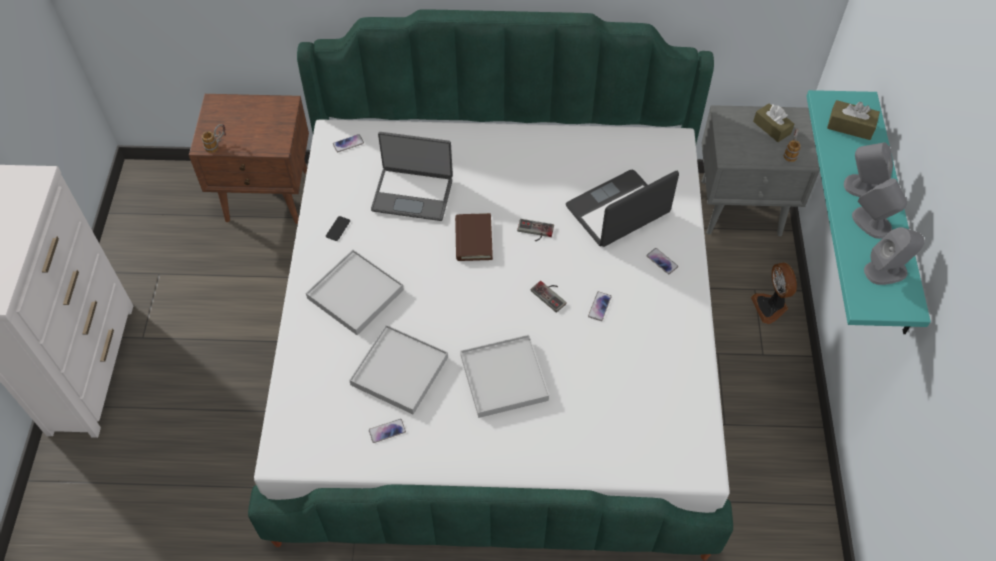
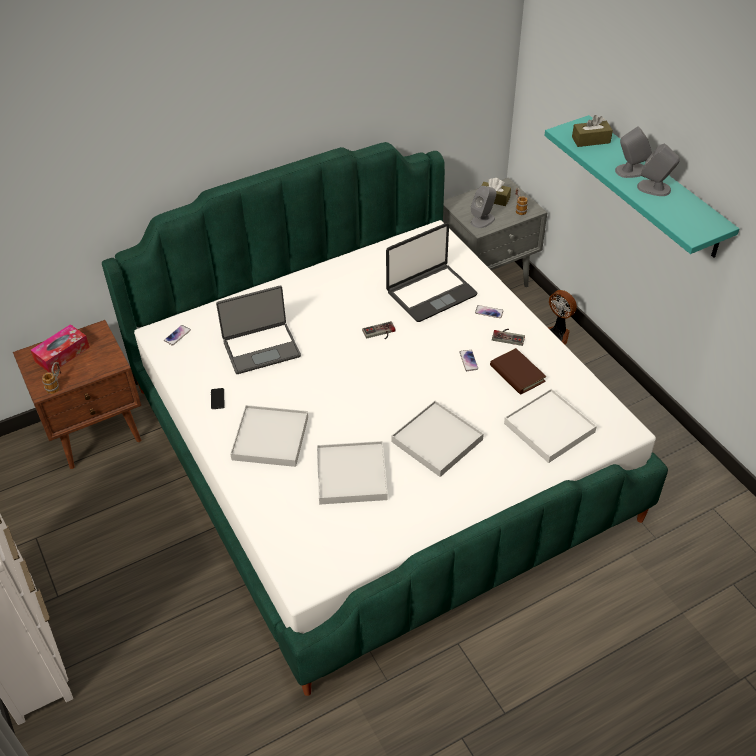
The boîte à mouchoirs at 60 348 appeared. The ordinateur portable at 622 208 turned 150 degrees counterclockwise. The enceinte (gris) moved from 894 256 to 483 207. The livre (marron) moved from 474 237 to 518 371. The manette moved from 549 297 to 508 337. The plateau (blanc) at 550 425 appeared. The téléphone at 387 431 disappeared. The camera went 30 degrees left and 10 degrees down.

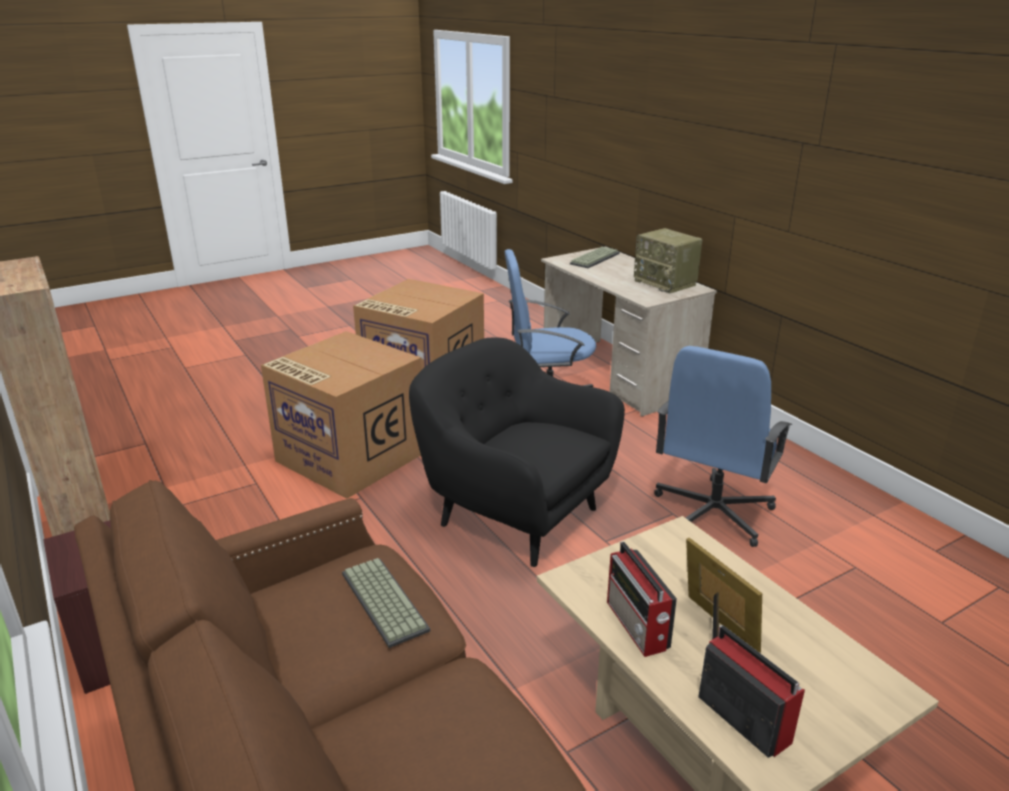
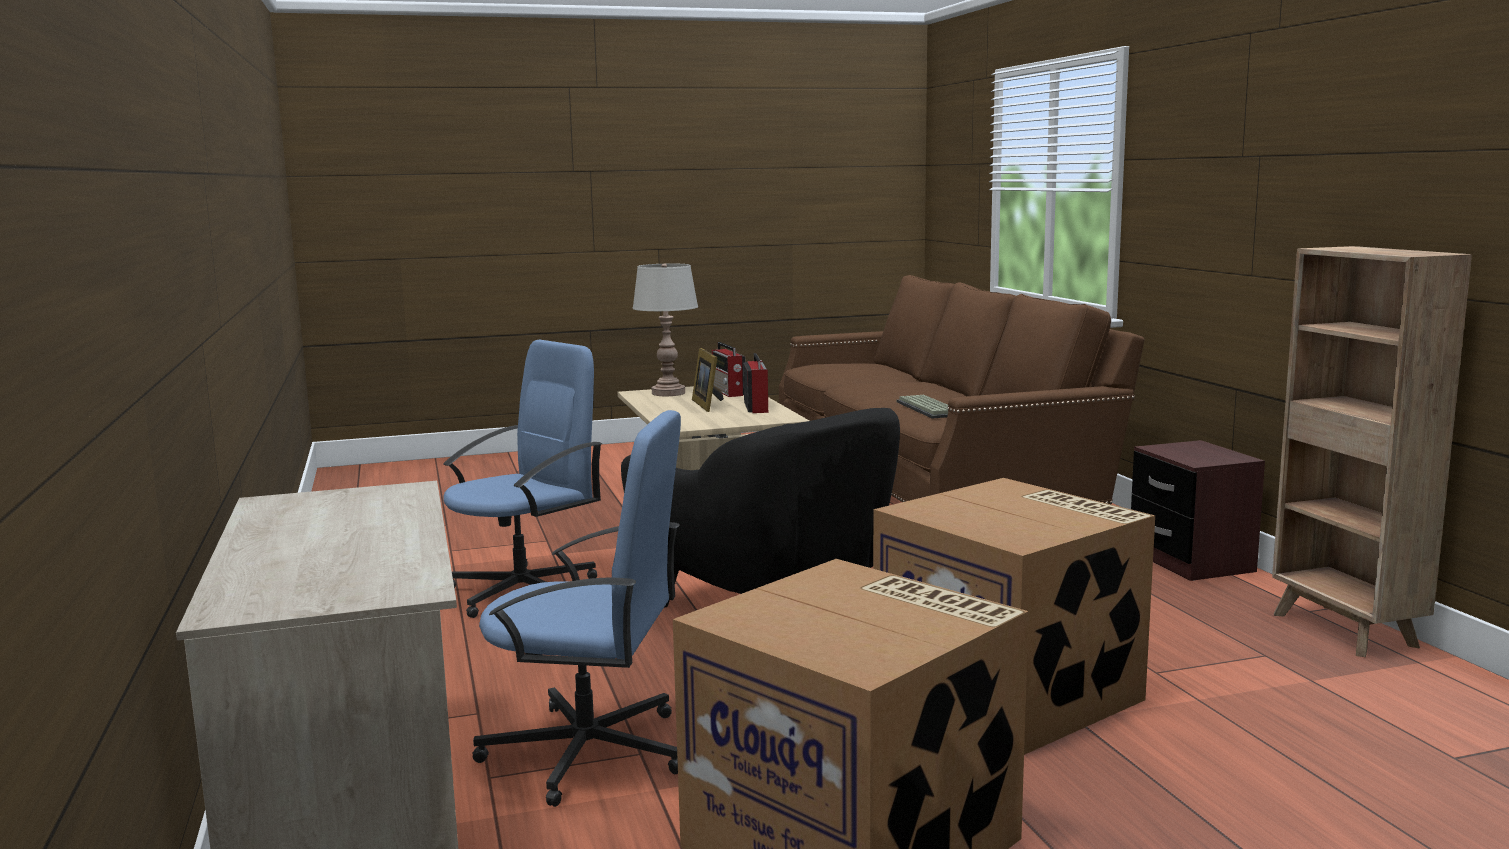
The lampe de table (gris) at 665 329 appeared. The clavier at 595 257 disappeared. The radio at 668 260 disappeared. The camera went 165 degrees left and 15 degrees down.

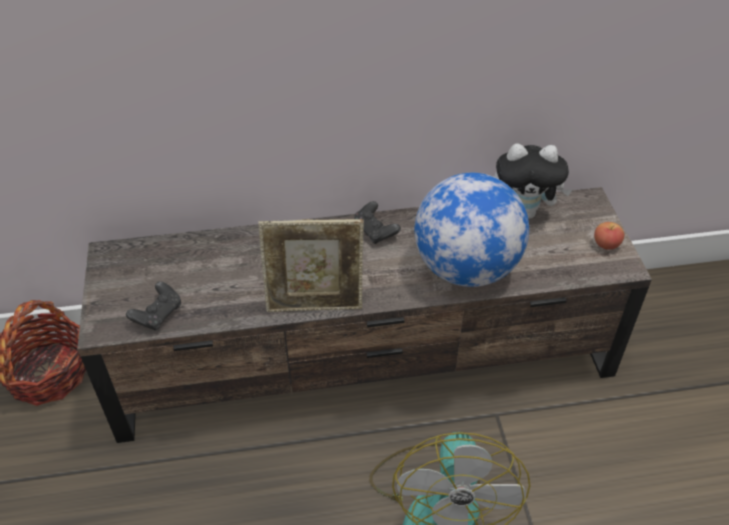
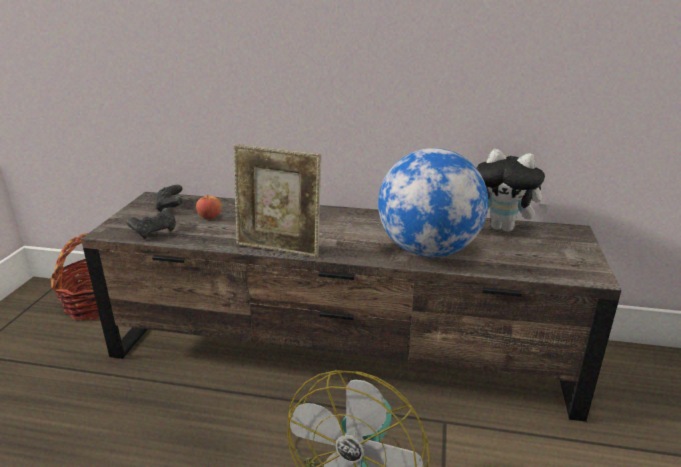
The manette (noir) moved from 377 222 to 168 198. The pomme moved from 609 236 to 209 207. The camera went 20 degrees right and 20 degrees down.

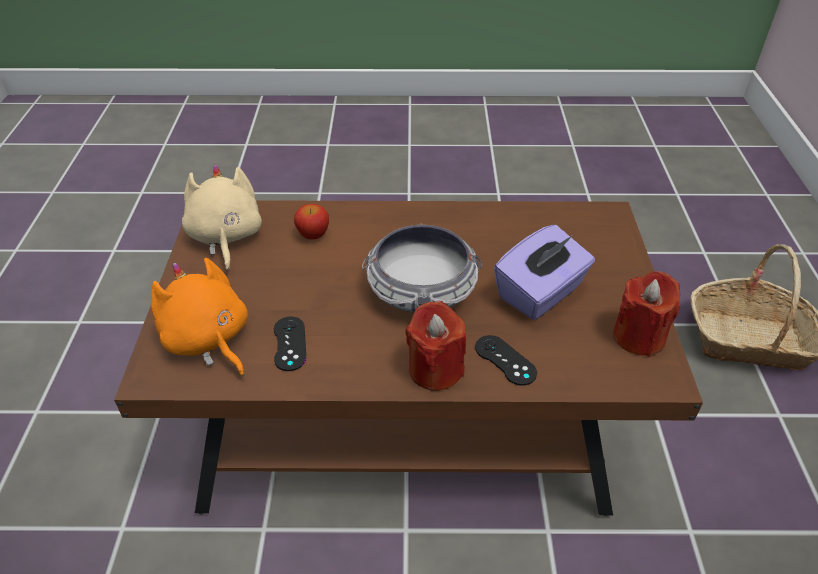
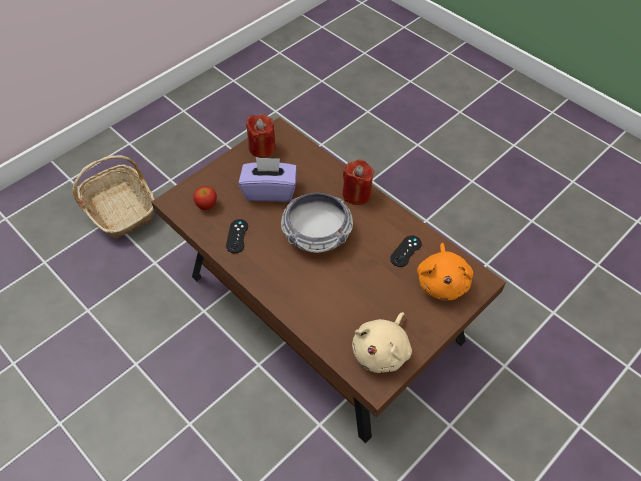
The pomme moved from 311 222 to 205 198. The manette (noir) moved from 506 360 to 237 236. The camera went 135 degrees left and 10 degrees up.

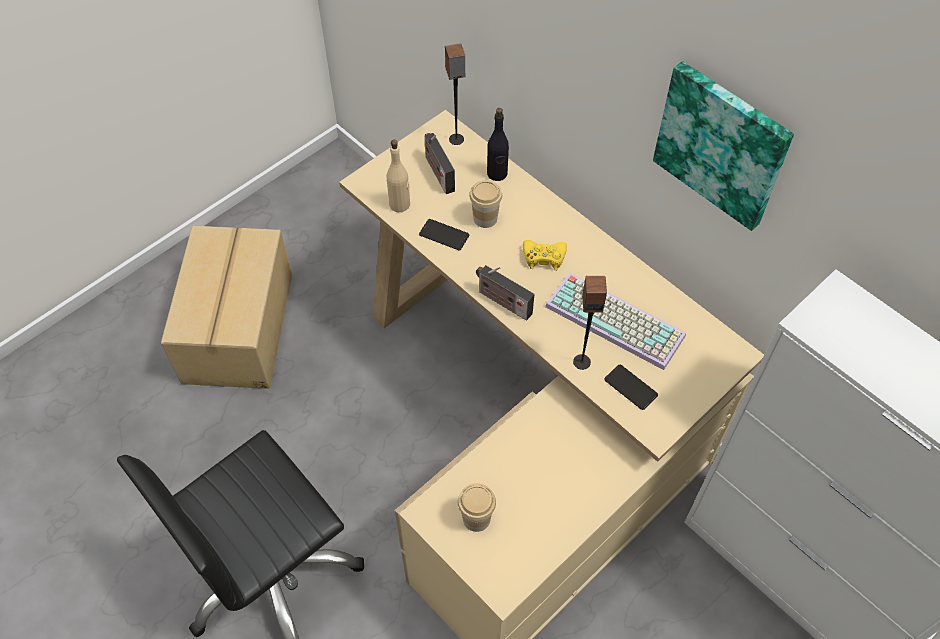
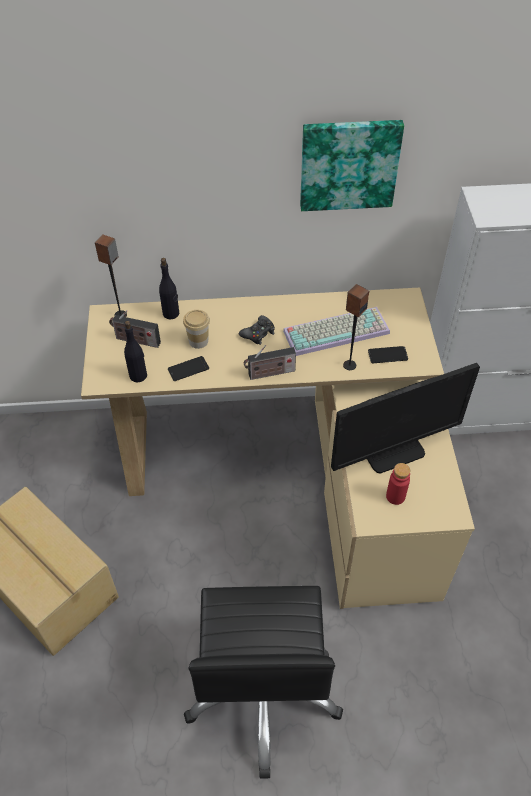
The bouteille (beige) at 398 176 became the bouteille (noir) at 135 351. The manette (jaune) at 545 255 became the manette (noir) at 257 330. The écran d'ordinateur at 405 418 appeared. The tasse at 477 507 was replaced by the bouteille (rouge) at 398 484. The camera went 50 degrees left and 5 degrees down.

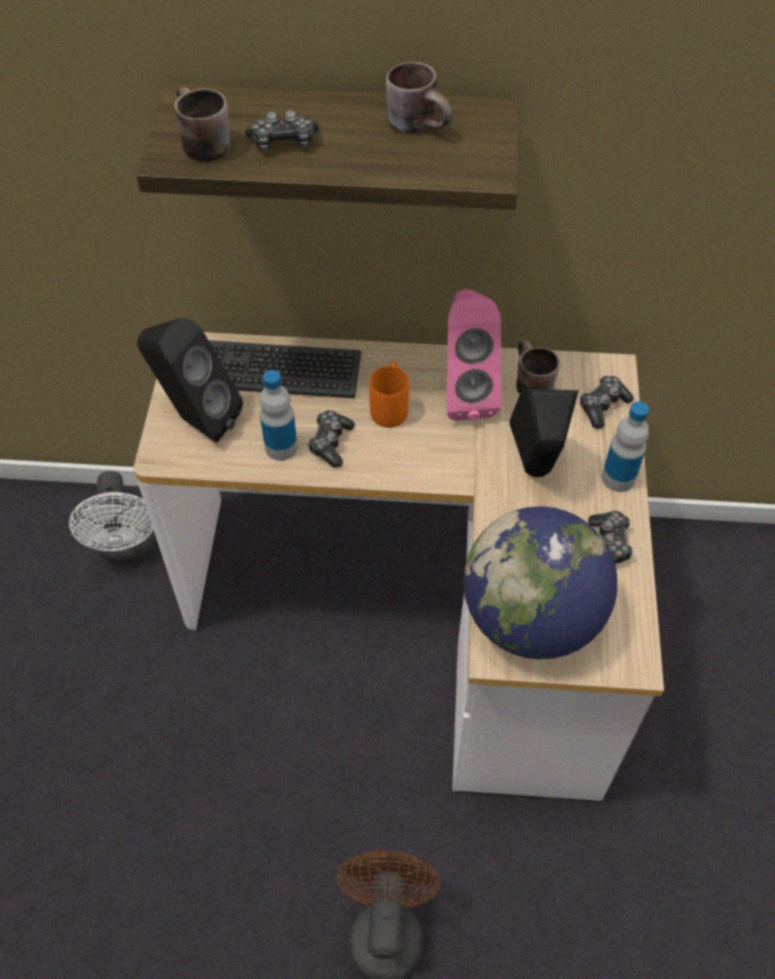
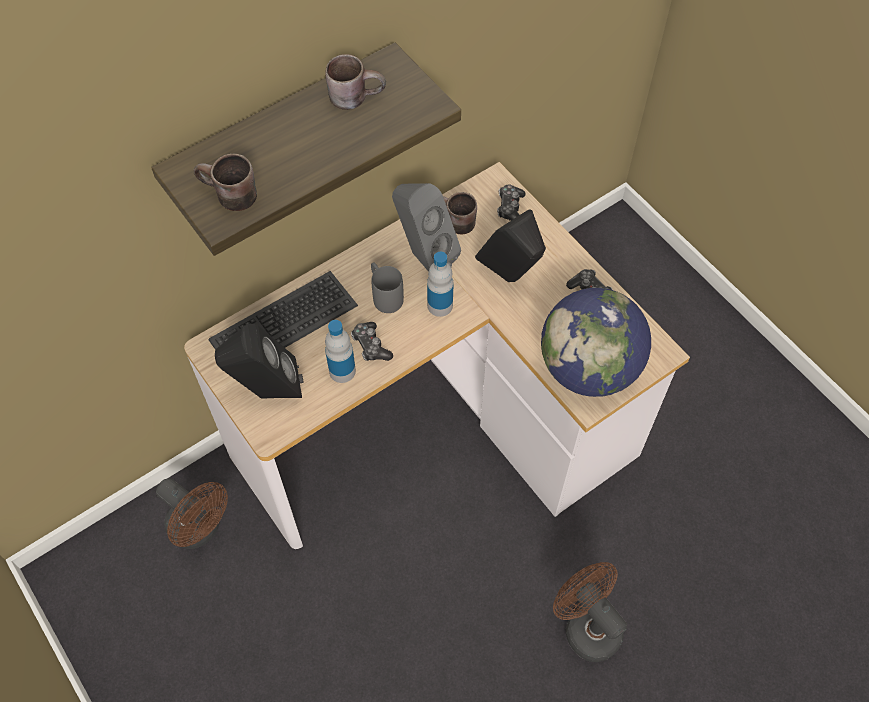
The ventilateur (blanc) at 112 518 became the ventilateur (marron) at 192 513. The mug (orange) at 389 394 became the mug (gris) at 387 287. The enceinte (rose) at 474 355 became the enceinte (gris) at 426 227. The bouteille moved from 625 446 to 440 284. The manette at 281 131 disappeared. The camera went 40 degrees left and 5 degrees up.

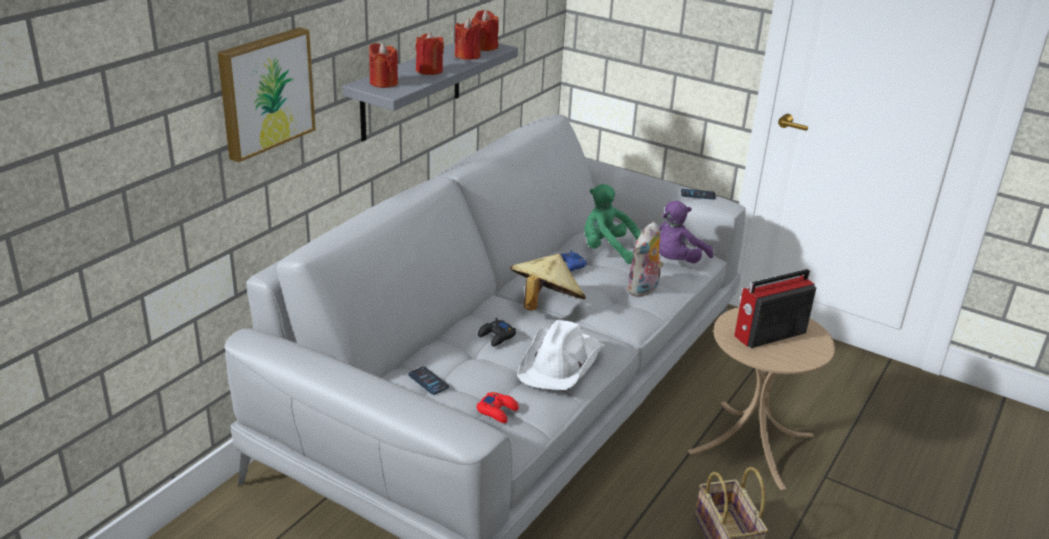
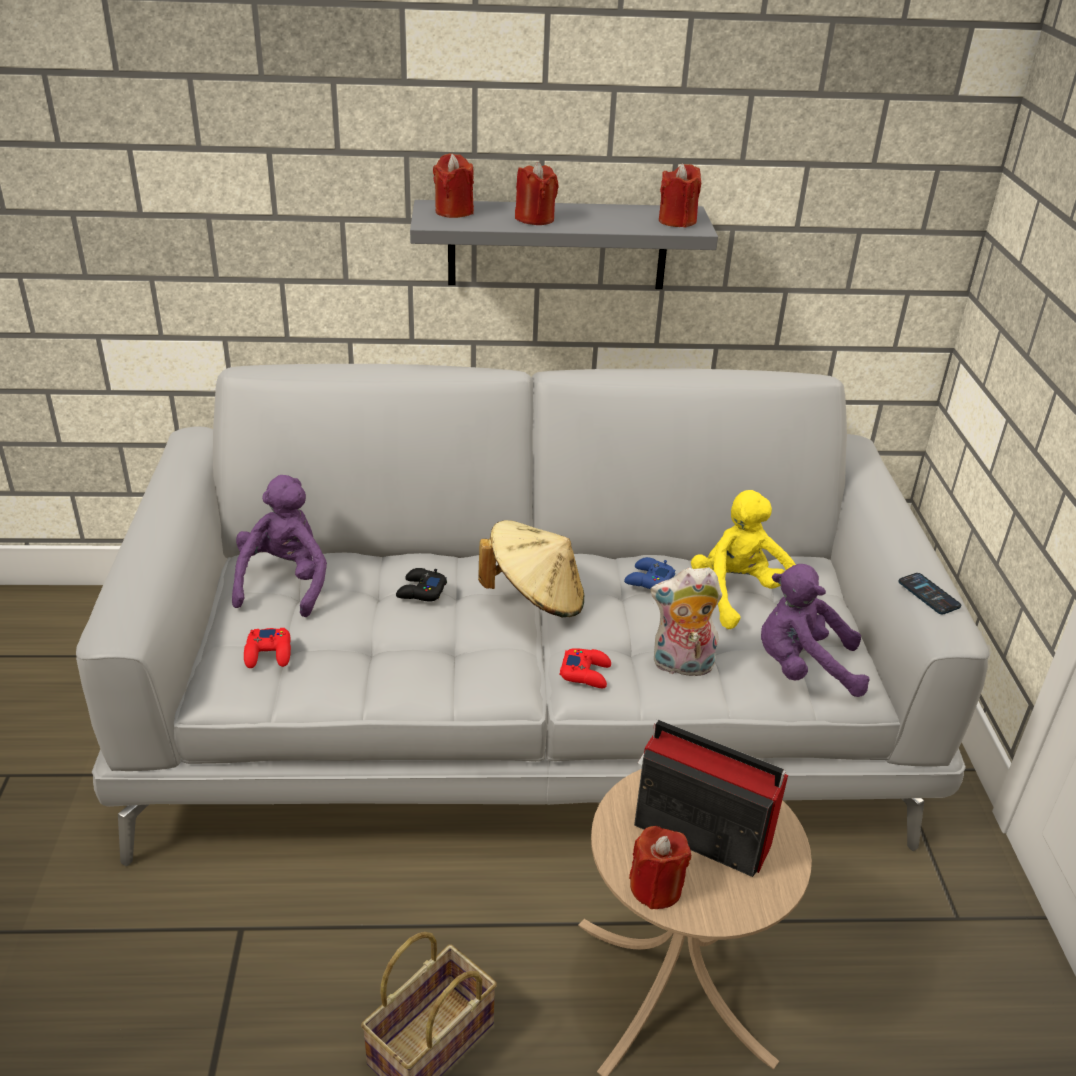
The téléphone at 428 381 was replaced by the peluche (violet) at 279 546. The manette (rouge) at 585 668 appeared. The bougie (rouge) moved from 468 39 to 660 867. The peluche (vert) at 612 224 became the peluche (jaune) at 743 559. The tableau at 266 94 disappeared. The chapeau (blanc) at 560 355 disappeared. The camera went 55 degrees right and 5 degrees up.

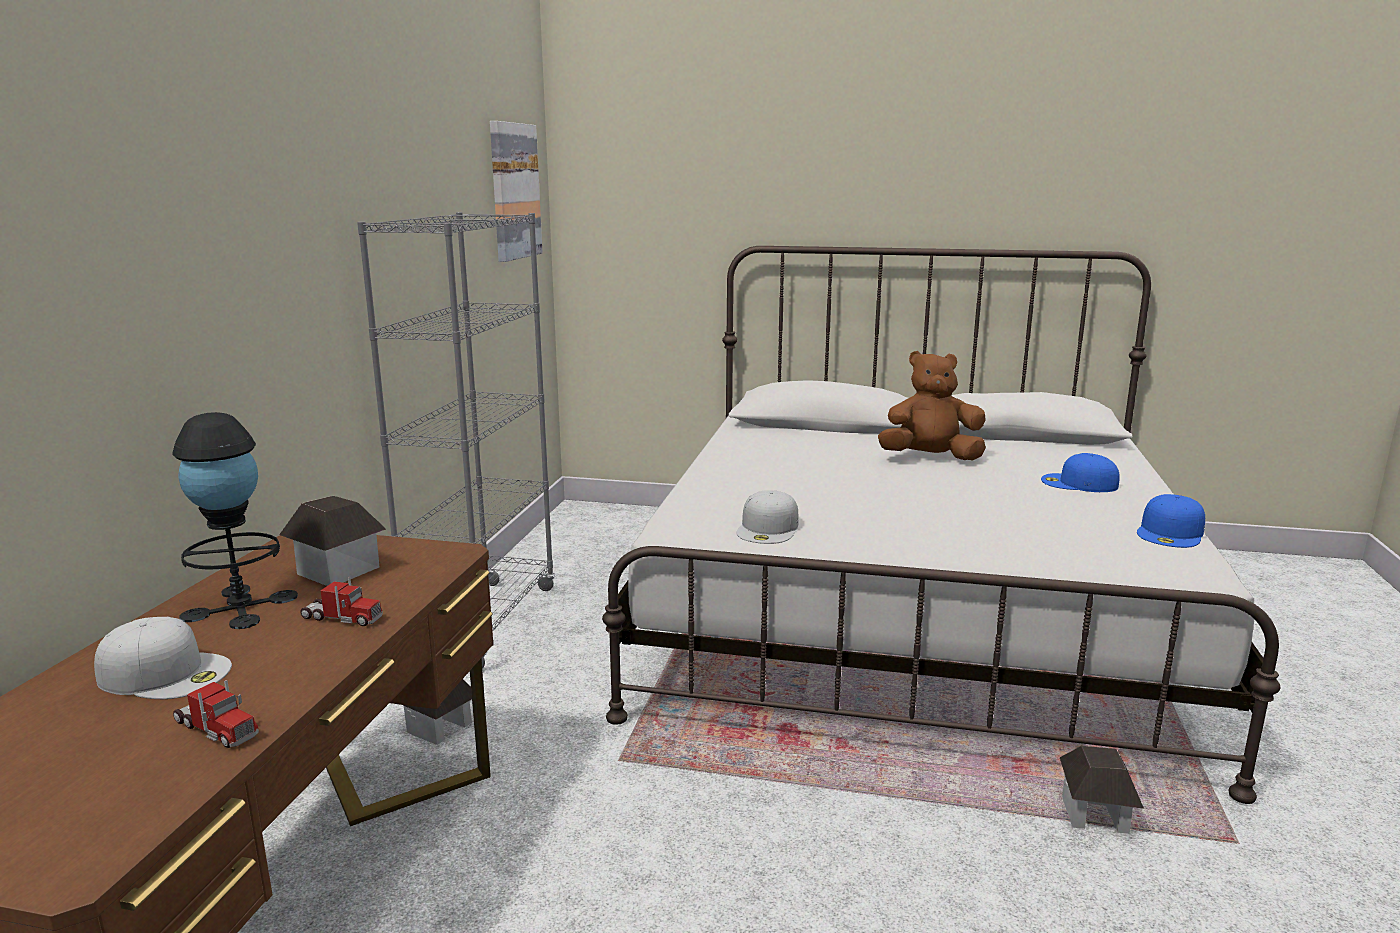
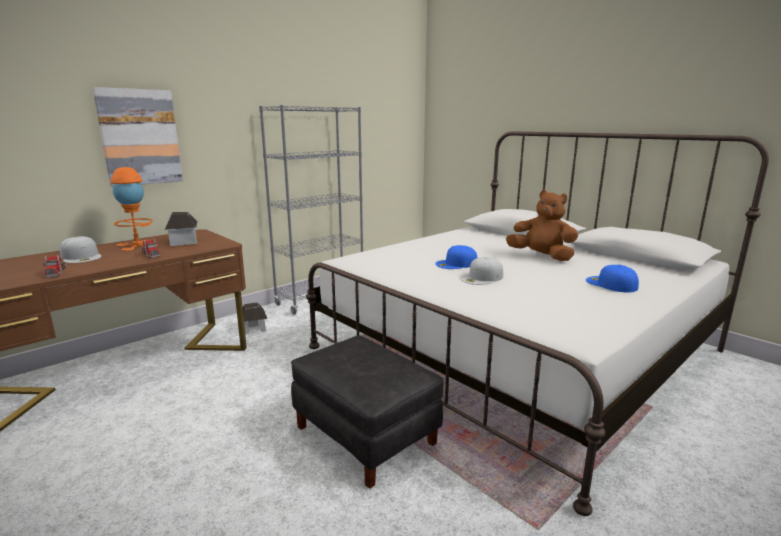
The tableau moved from 516 191 to 138 137. The lampe de table (noir) at 235 520 became the lampe de table (orange) at 133 209. The pouf (noir) at 367 412 appeared. The casquette (bleu) moved from 1171 521 to 456 257. The casquette (blanc) moved from 767 517 to 481 271. The maison miniature at 1102 790 disappeared. The camera went 35 degrees right and 0 degrees up.

